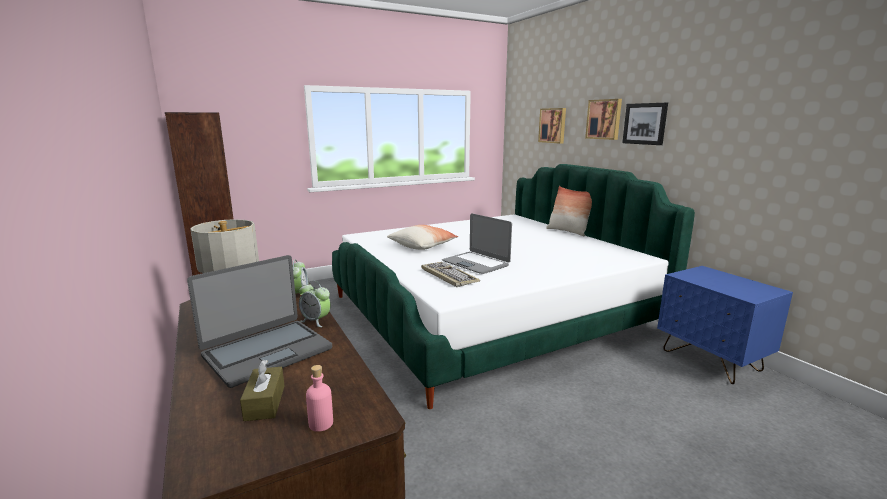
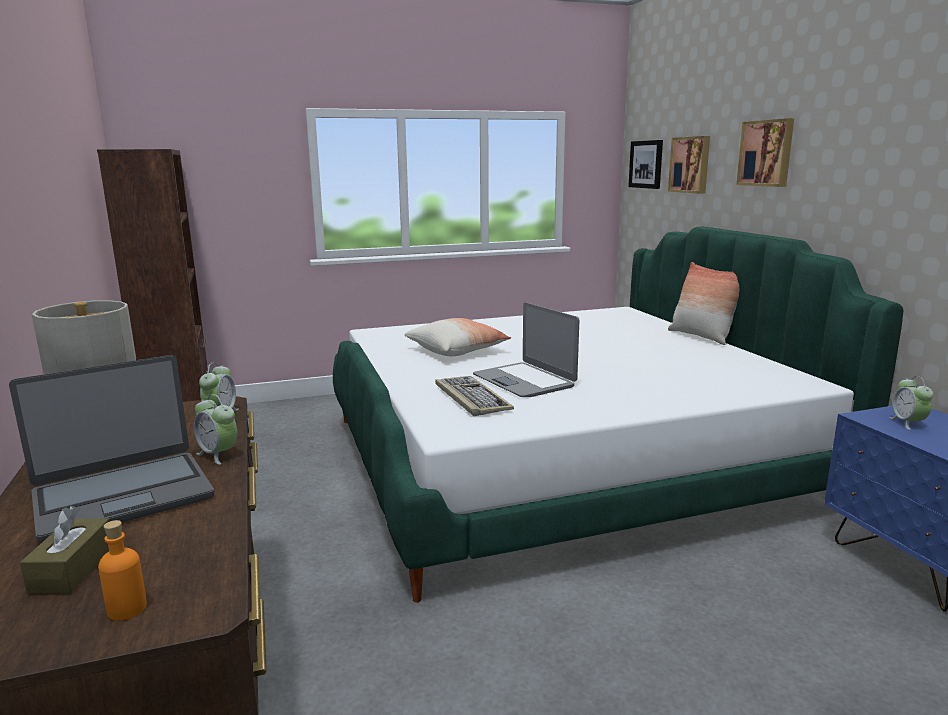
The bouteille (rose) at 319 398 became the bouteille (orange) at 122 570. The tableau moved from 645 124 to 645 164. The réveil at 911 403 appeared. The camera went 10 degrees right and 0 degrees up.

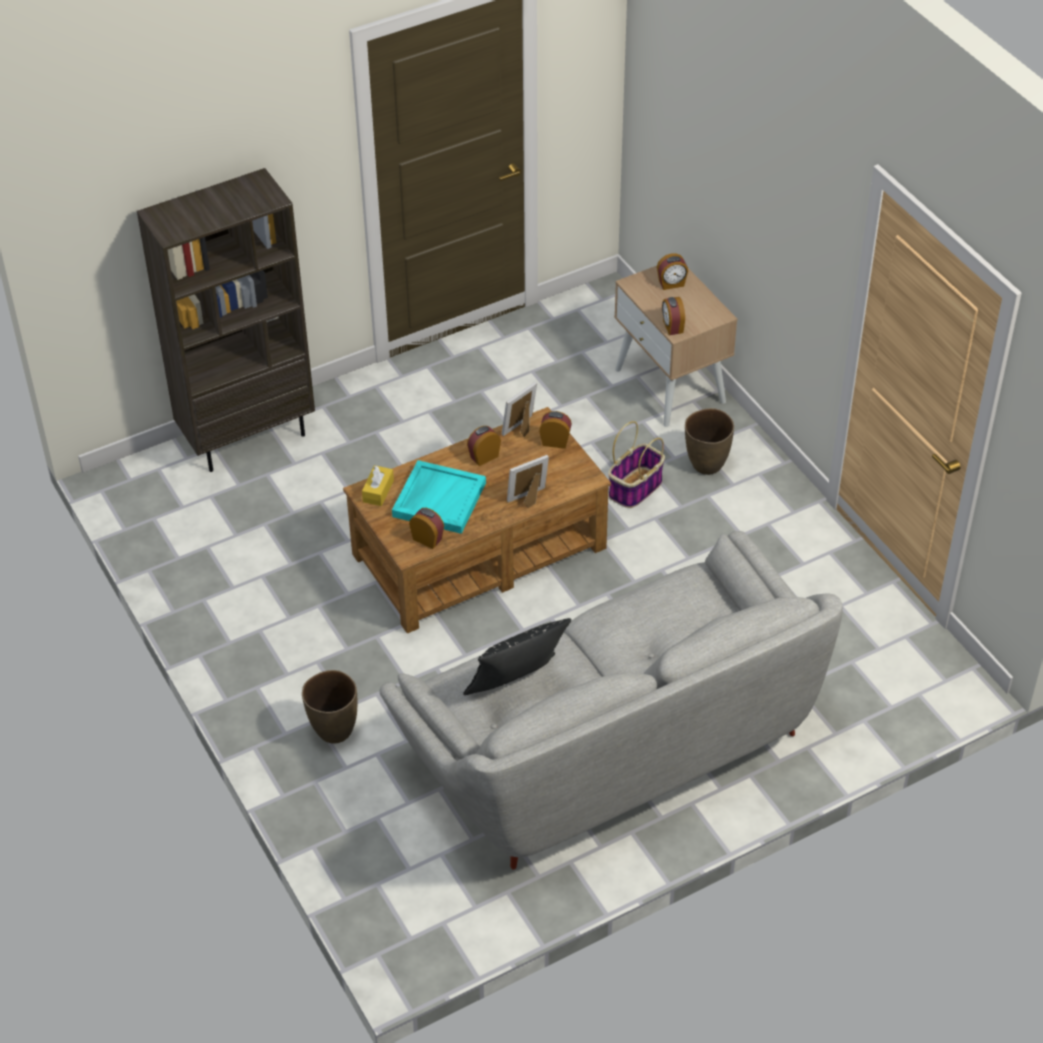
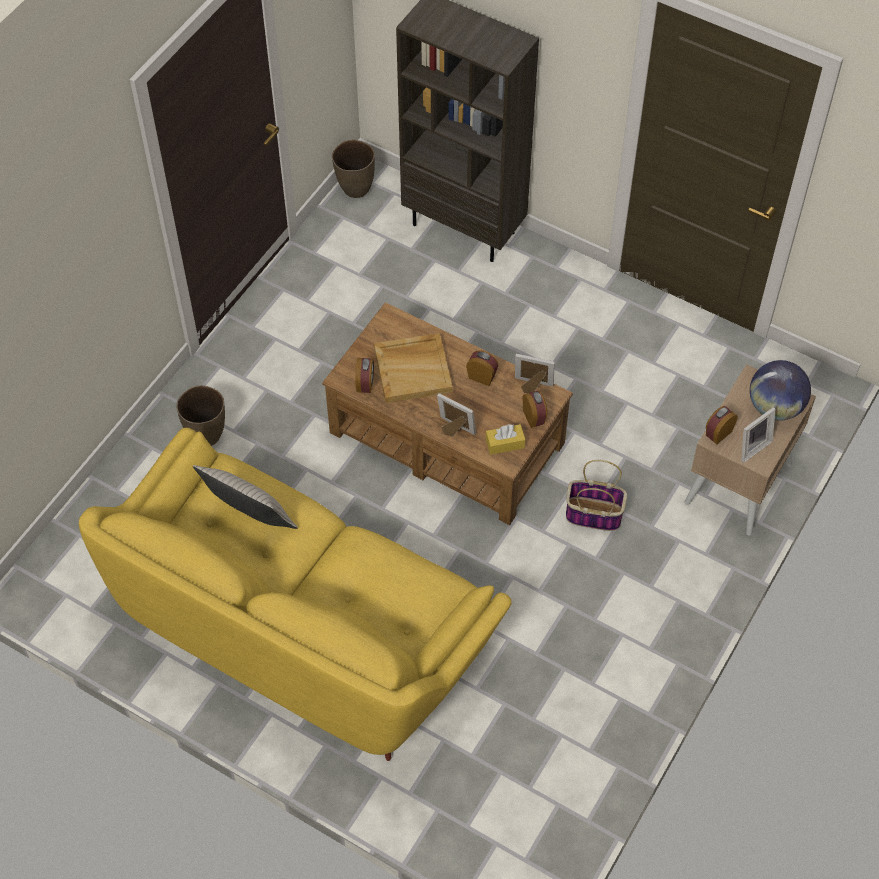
The canapé (gris) at 611 700 became the canapé (jaune) at 295 594. The coussin (noir) at 517 656 became the coussin (beige) at 245 497. The vase (marron) moved from 709 441 to 353 169. The plateau (turquoise) at 439 497 became the plateau (beige) at 413 368. The boîte à mouchoirs (jaune) moved from 378 485 to 506 439. The cadre photo at 758 435 appeared. The réveil at 672 271 was replaced by the globe at 780 390. The camera went 60 degrees right and 10 degrees up.

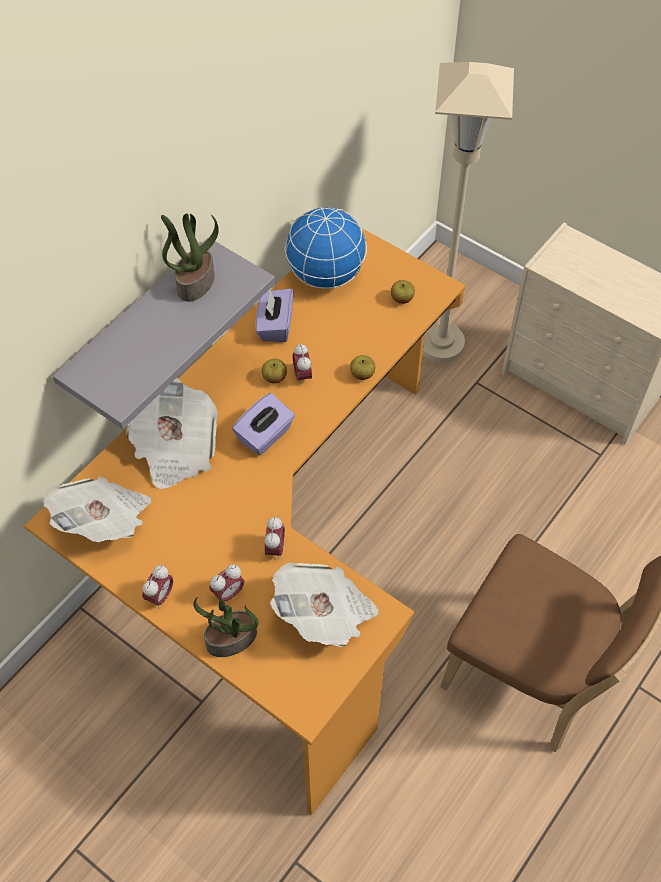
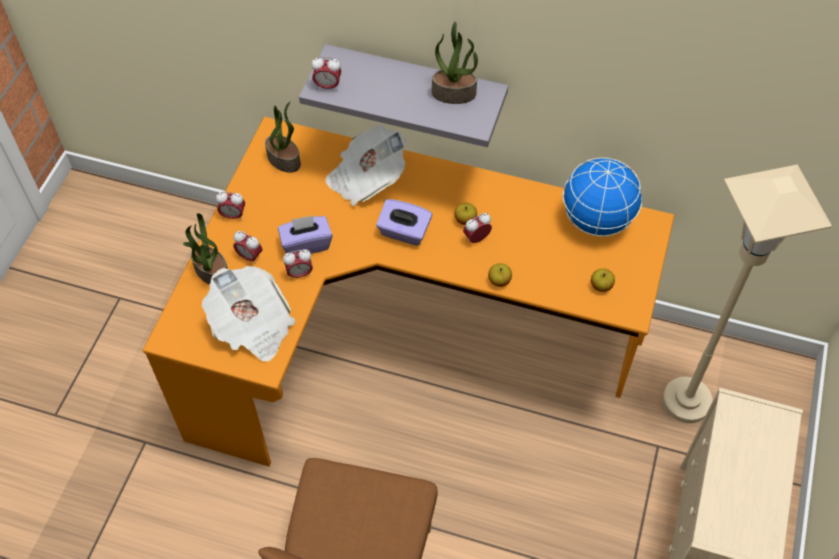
The journal at 97 509 was replaced by the plante en pot at 283 137. The boîte à mouchoirs (violet) moved from 274 315 to 305 234. The réveil at 326 73 appeared. The camera went 70 degrees right and 0 degrees up.

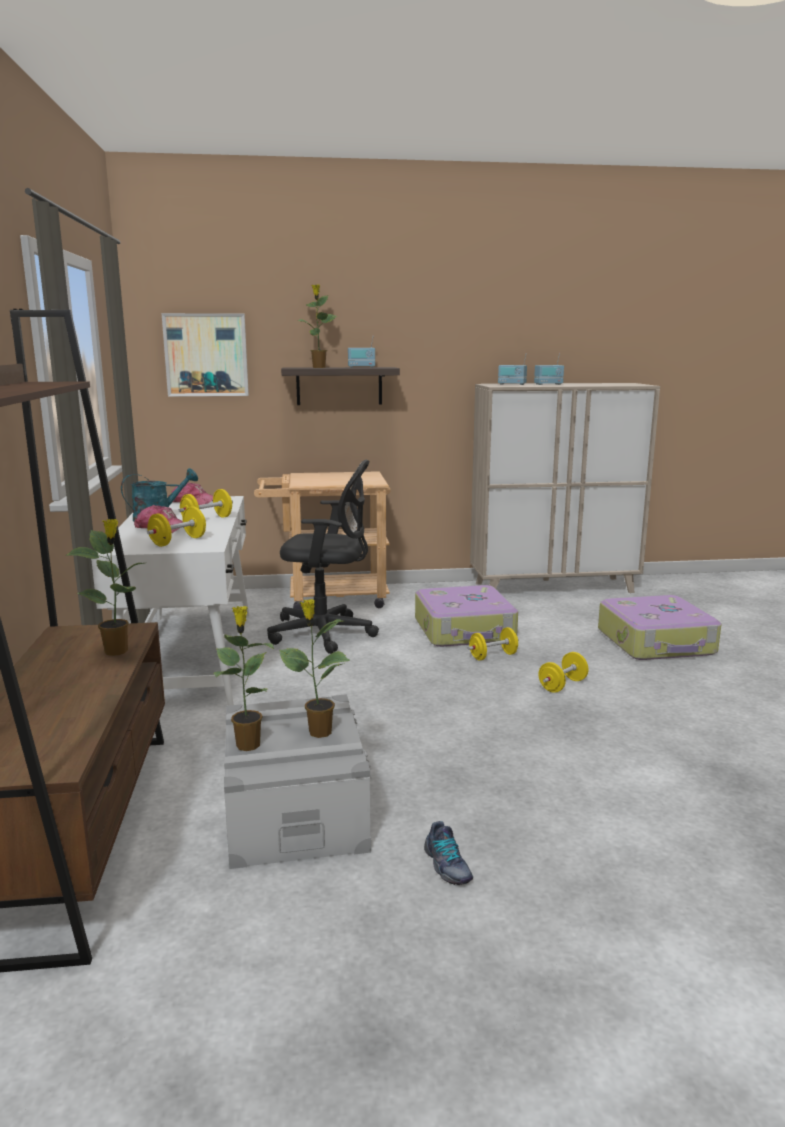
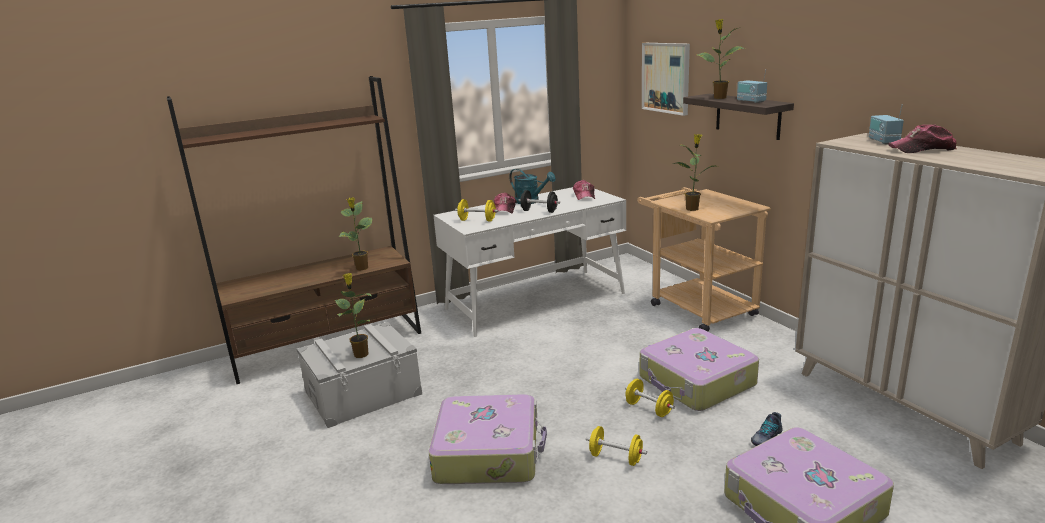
The valise at 488 439 appeared. The haltère (jaune) at 206 503 became the haltère (noir) at 539 201. The plante en pot moved from 244 678 to 694 172. The chaussure moved from 448 853 to 767 429. The radio at 549 369 was replaced by the casquette at 923 138. The chaise de bureau (noir) at 323 557 disappeared. The camera went 70 degrees right and 5 degrees up.

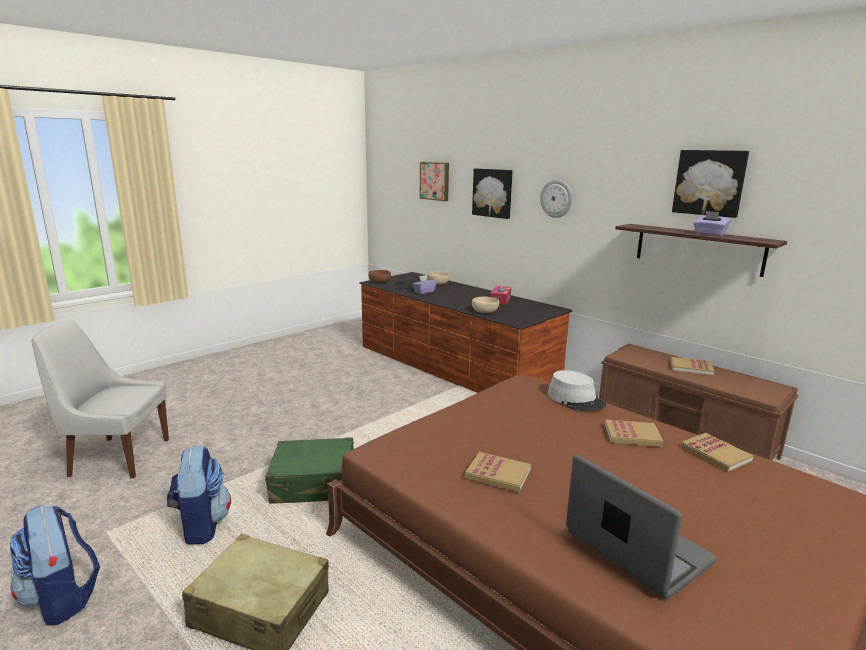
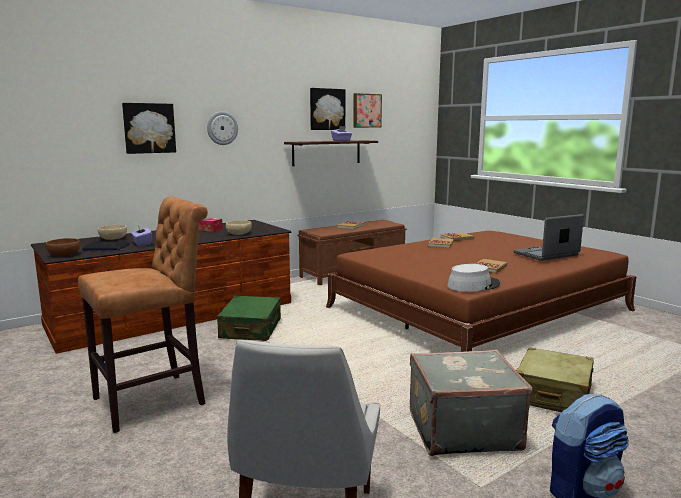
The tabouret (marron) at 143 315 appeared. The valise (vert) moved from 309 470 to 249 318. The tableau moved from 434 181 to 367 110. The sac à dos at 199 495 was replaced by the valise (gris) at 471 403. The chapeau (gris) moved from 577 390 to 473 278. The camera went 80 degrees left and 5 degrees down.

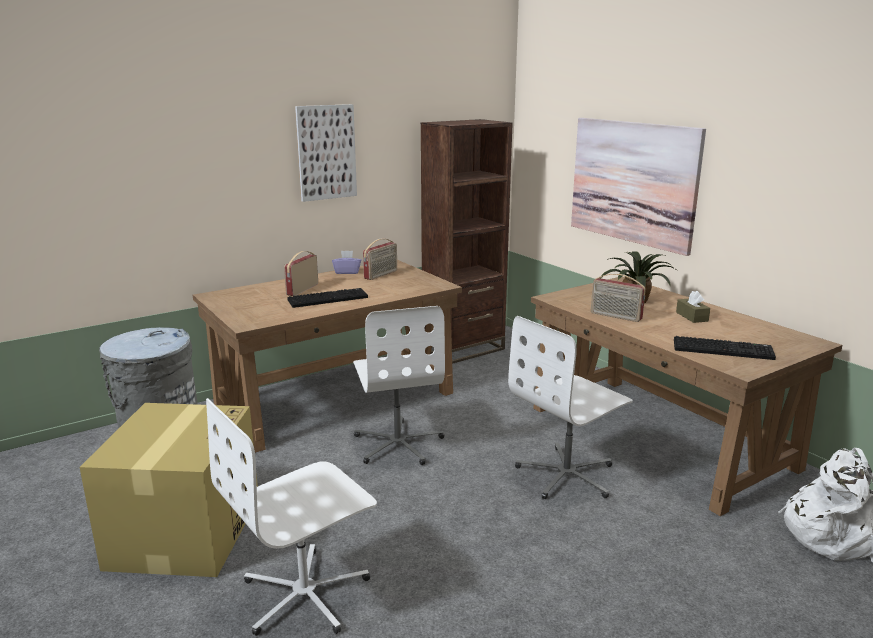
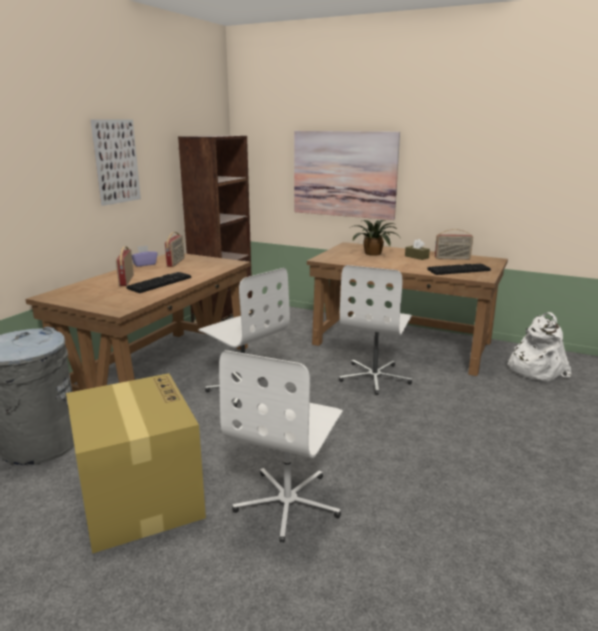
The radio moved from 618 298 to 454 244. The camera went 30 degrees left and 0 degrees up.

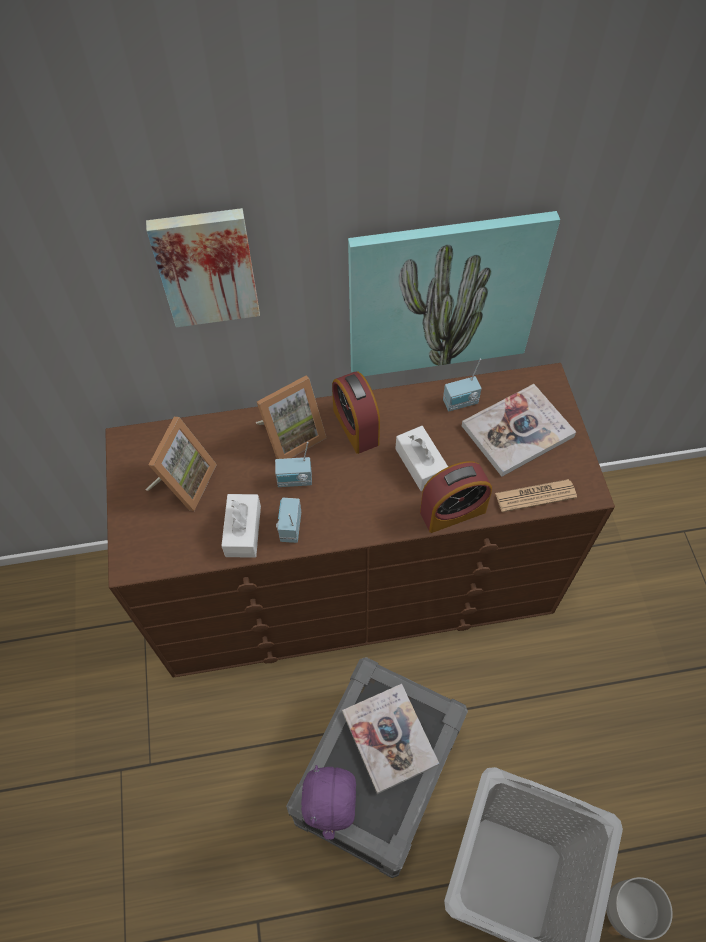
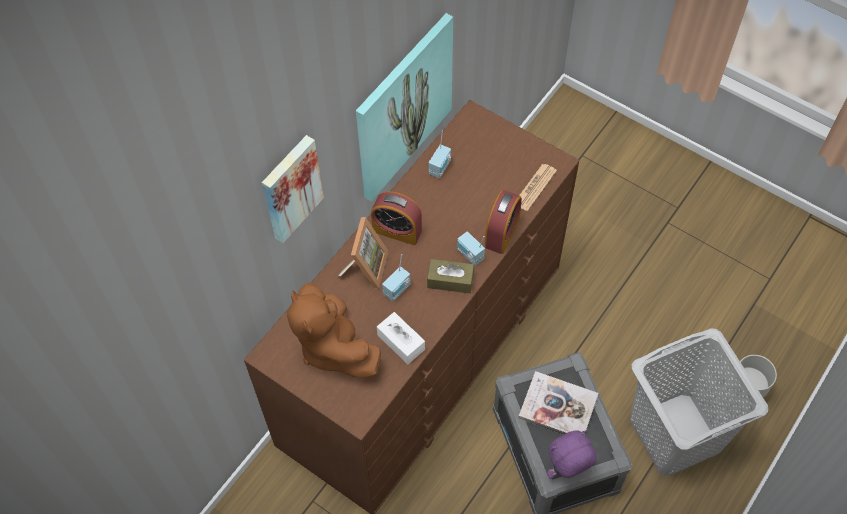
The cadre photo at 181 464 was replaced by the peluche (marron) at 334 330. The boîte à mouchoirs (marron) at 450 276 appeared. The radio moved from 288 520 to 471 248. The peluche (violet) at 328 802 turned 105 degrees clockwise. The boîte à mouchoirs (blanc) at 421 458 disappeared. The livre at 519 430 disappeared. The camera went 45 degrees left and 0 degrees up.

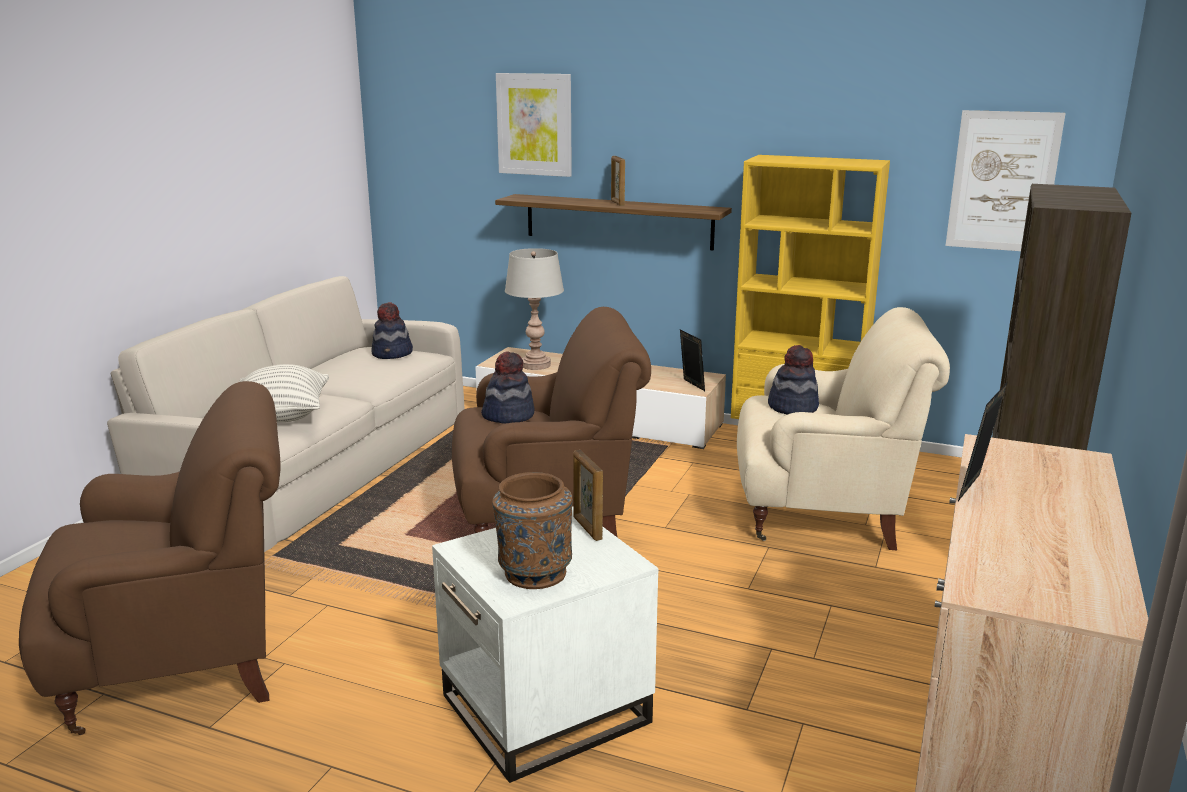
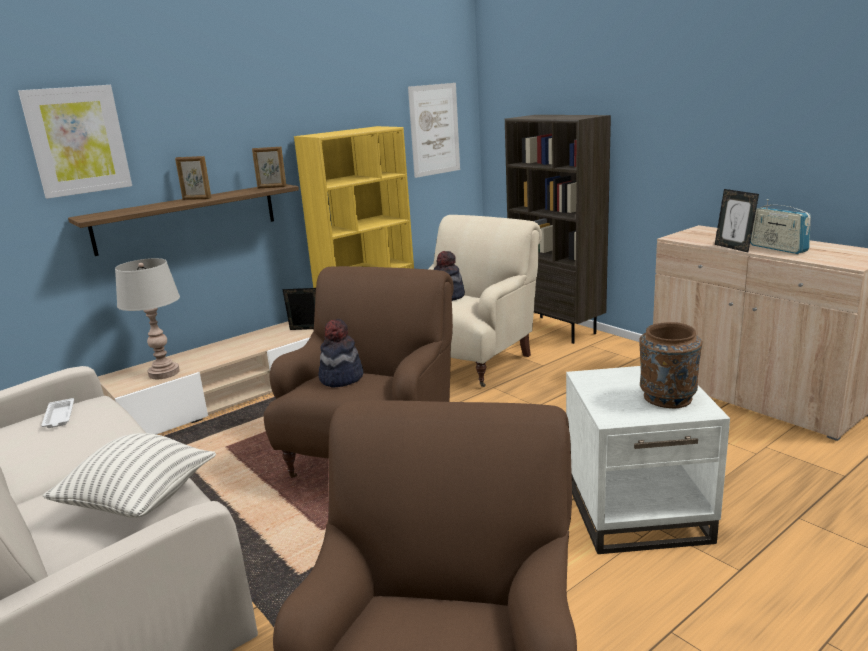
The chapeau at 392 330 was replaced by the plateau (blanc) at 57 413. The cadre photo moved from 588 495 to 269 167. The radio at 780 226 appeared. The camera went 60 degrees left and 0 degrees up.

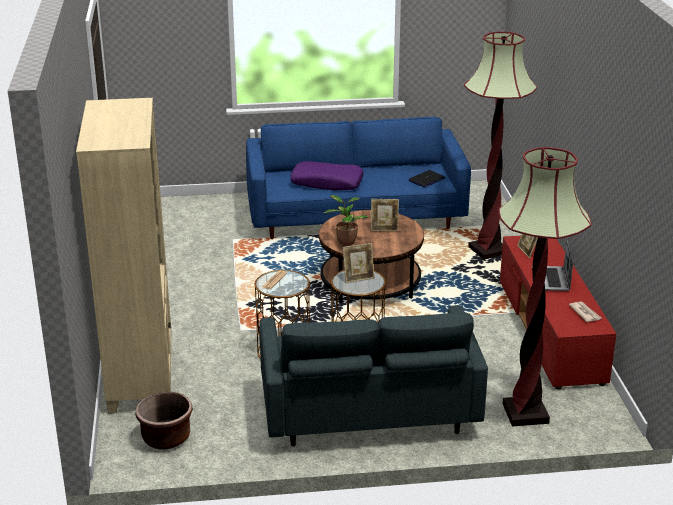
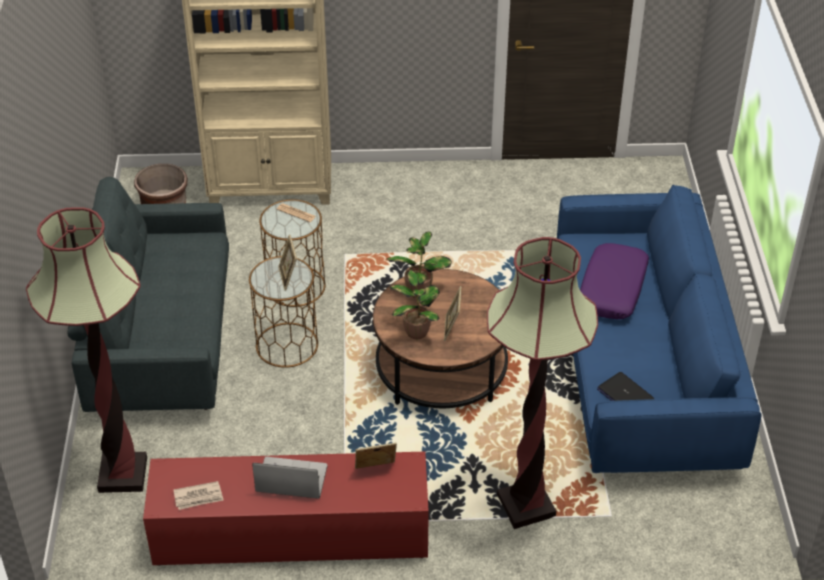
The plante en pot at 415 304 appeared. The camera went 95 degrees right and 15 degrees up.

